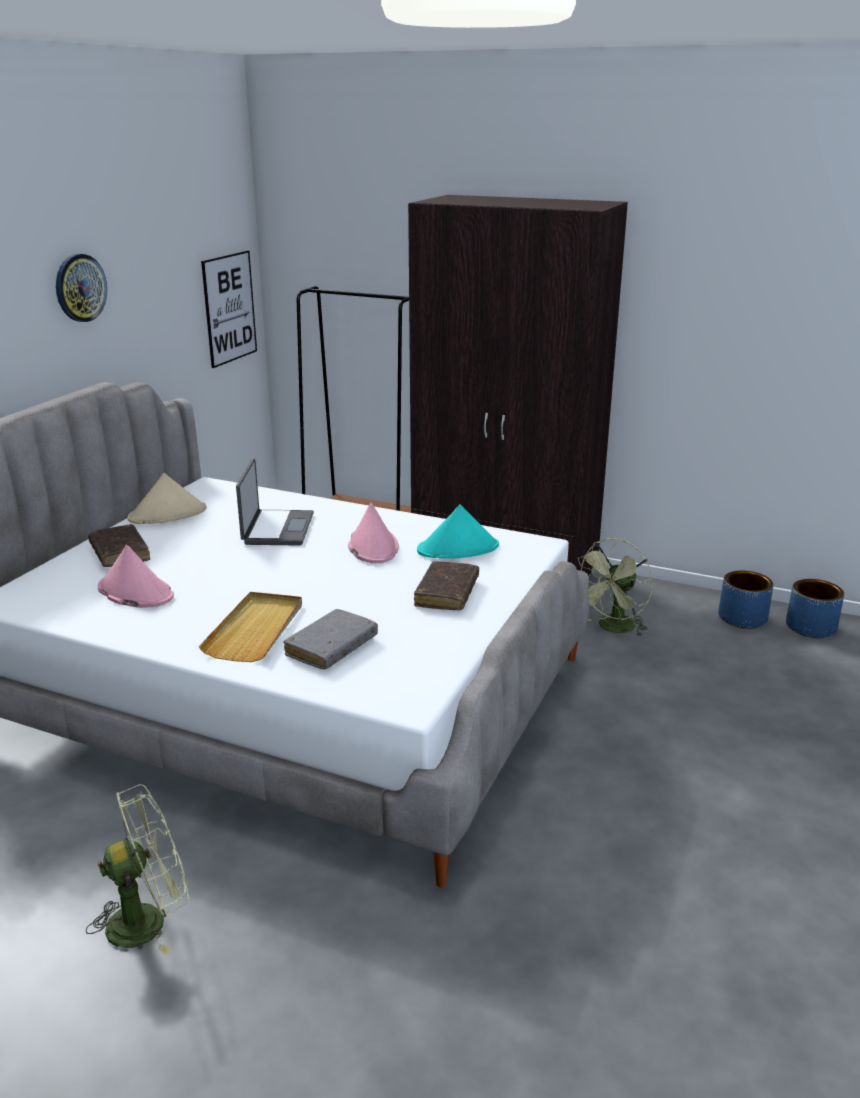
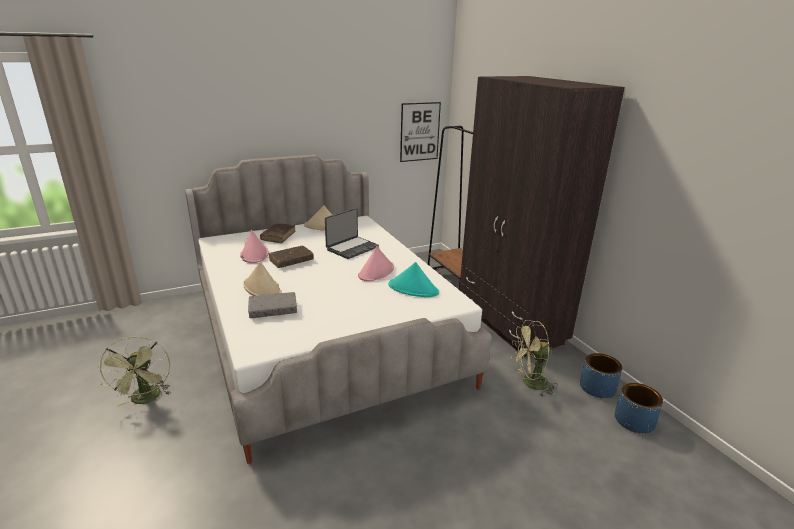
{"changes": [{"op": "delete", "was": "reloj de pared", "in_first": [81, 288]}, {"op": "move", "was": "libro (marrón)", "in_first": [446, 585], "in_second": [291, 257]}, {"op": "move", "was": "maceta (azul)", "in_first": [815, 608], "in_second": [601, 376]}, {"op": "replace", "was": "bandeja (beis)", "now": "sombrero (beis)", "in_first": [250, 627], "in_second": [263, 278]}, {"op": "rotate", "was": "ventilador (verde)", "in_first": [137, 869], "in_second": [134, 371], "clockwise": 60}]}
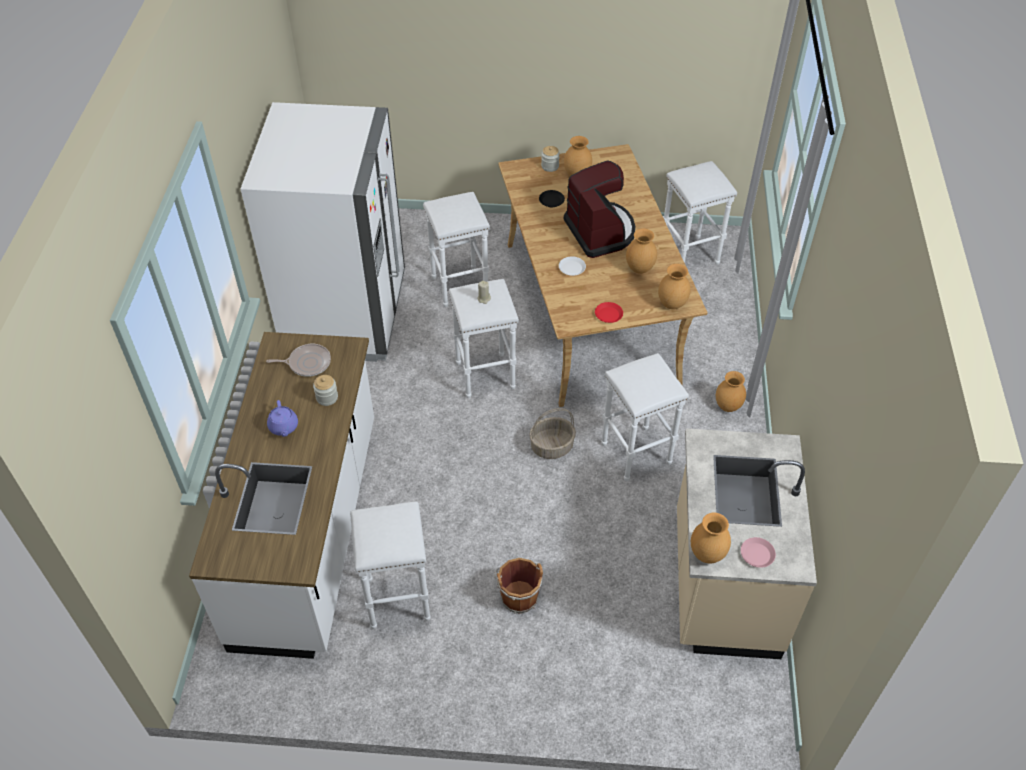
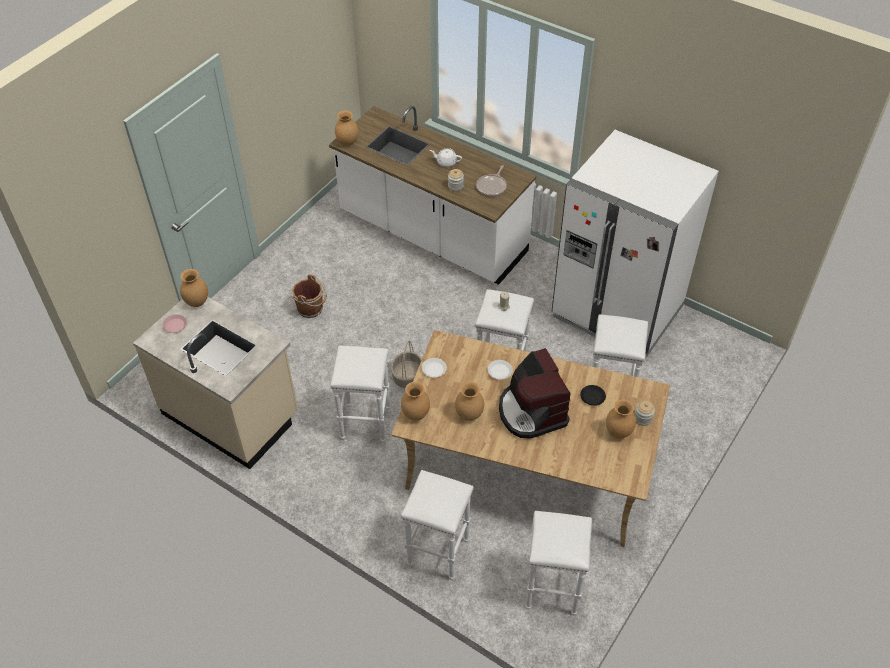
{"changes": [{"op": "move", "was": "taburete (blanco)", "in_first": [390, 565], "in_second": [437, 525]}, {"op": "move", "was": "florero (marrón)", "in_first": [731, 391], "in_second": [346, 128]}, {"op": "recolor", "was": "tetera (morado)", "now": "tetera (blanco)", "in_first": [282, 418], "in_second": [446, 157]}, {"op": "recolor", "was": "plato (rojo)", "now": "plato (blanco)", "in_first": [609, 312], "in_second": [434, 368]}, {"op": "rotate", "was": "cafetera", "in_first": [599, 209], "in_second": [535, 393], "clockwise": 60}]}
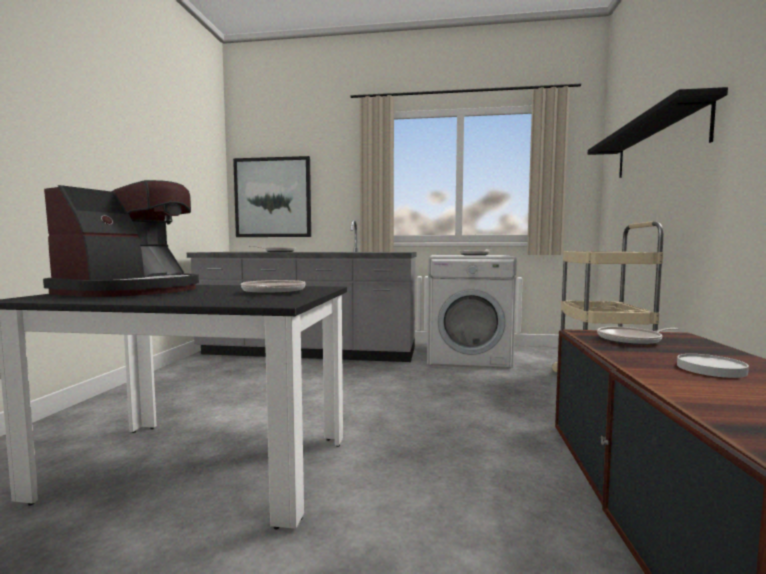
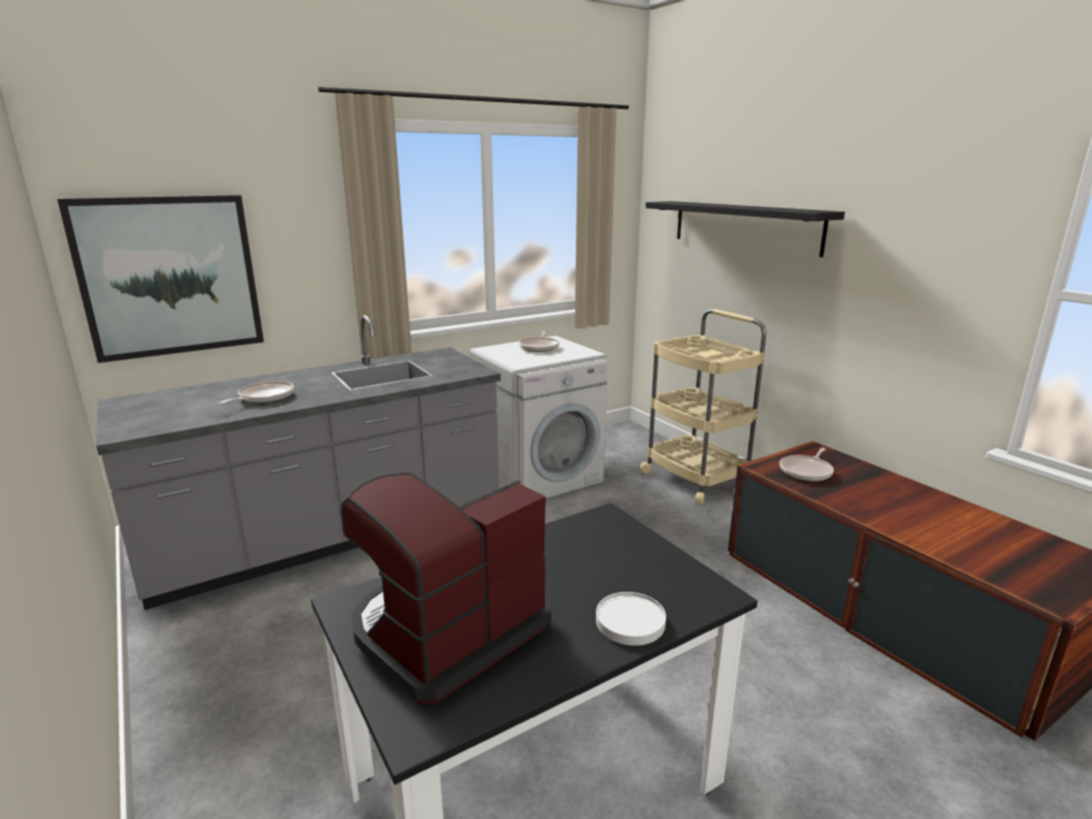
{"changes": [{"op": "delete", "was": "sartén", "in_first": [273, 287]}, {"op": "move", "was": "plato (blanco)", "in_first": [713, 366], "in_second": [631, 619]}, {"op": "rotate", "was": "cafetera", "in_first": [121, 238], "in_second": [446, 588], "clockwise": -120}]}
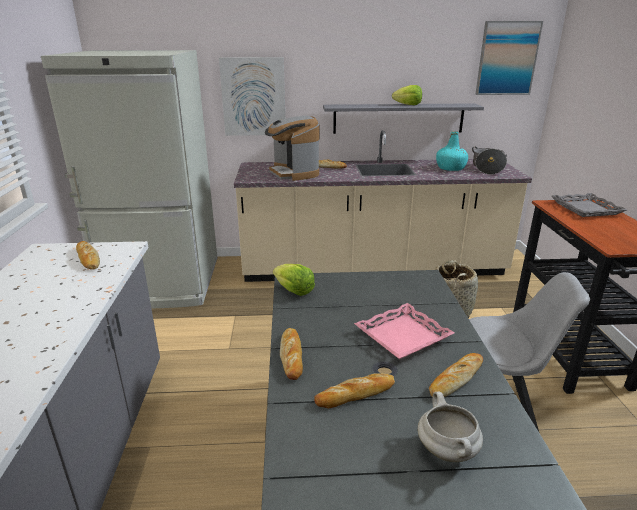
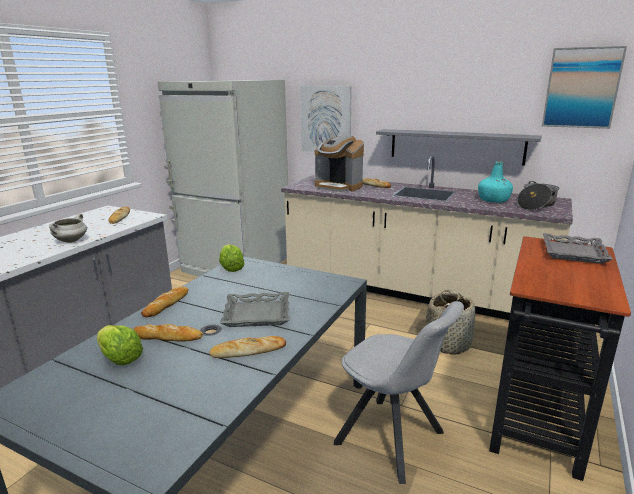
{"changes": [{"op": "move", "was": "lechuga", "in_first": [407, 95], "in_second": [120, 345]}, {"op": "move", "was": "olla (blanco)", "in_first": [450, 427], "in_second": [68, 228]}, {"op": "recolor", "was": "bandeja (rosa)", "now": "bandeja (gris)", "in_first": [404, 331], "in_second": [254, 309]}, {"op": "rotate", "was": "cafetera", "in_first": [292, 148], "in_second": [339, 163], "clockwise": -60}]}
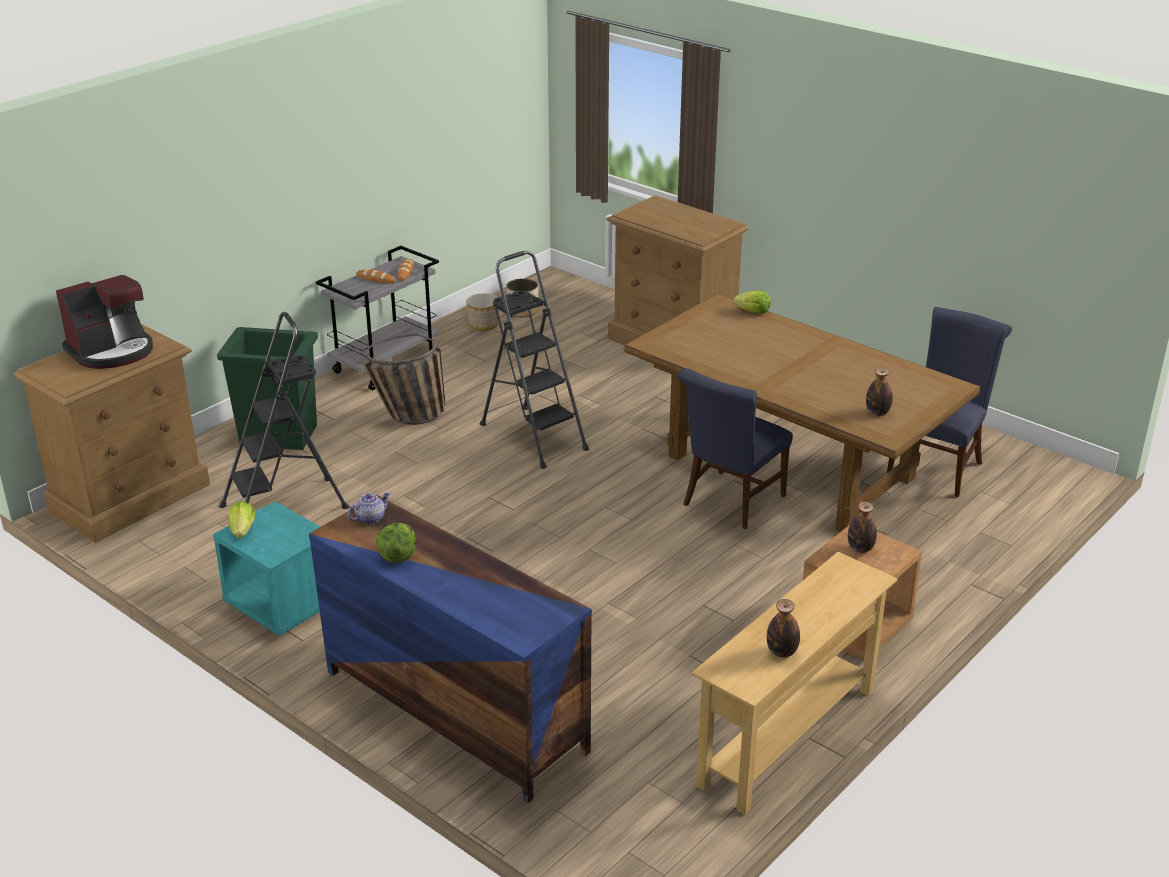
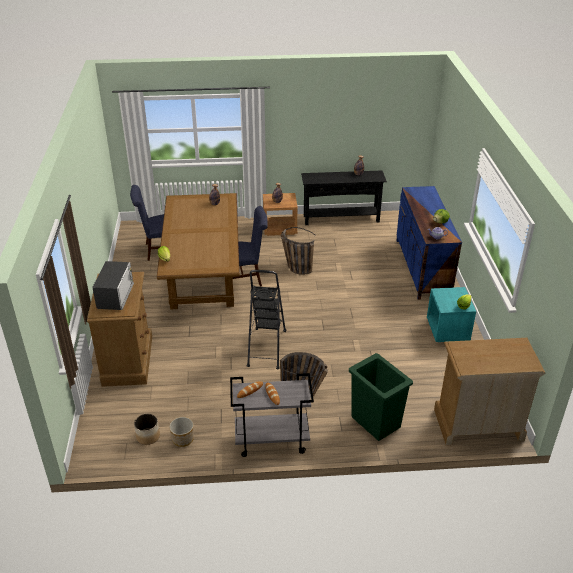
{"changes": [{"op": "delete", "was": "cafetera", "in_first": [104, 322]}, {"op": "delete", "was": "escalera de tijera", "in_first": [284, 410]}, {"op": "insert", "now": "microondas", "in_second": [113, 285]}, {"op": "insert", "now": "cesta", "in_second": [298, 251]}, {"op": "recolor", "was": "mesa consola (beis)", "now": "mesa consola (negro)", "in_first": [794, 683], "in_second": [344, 198]}]}
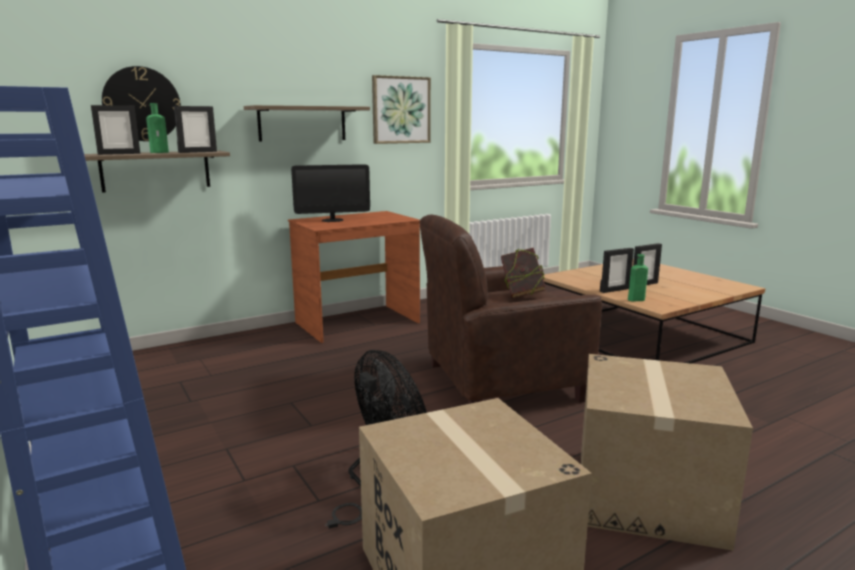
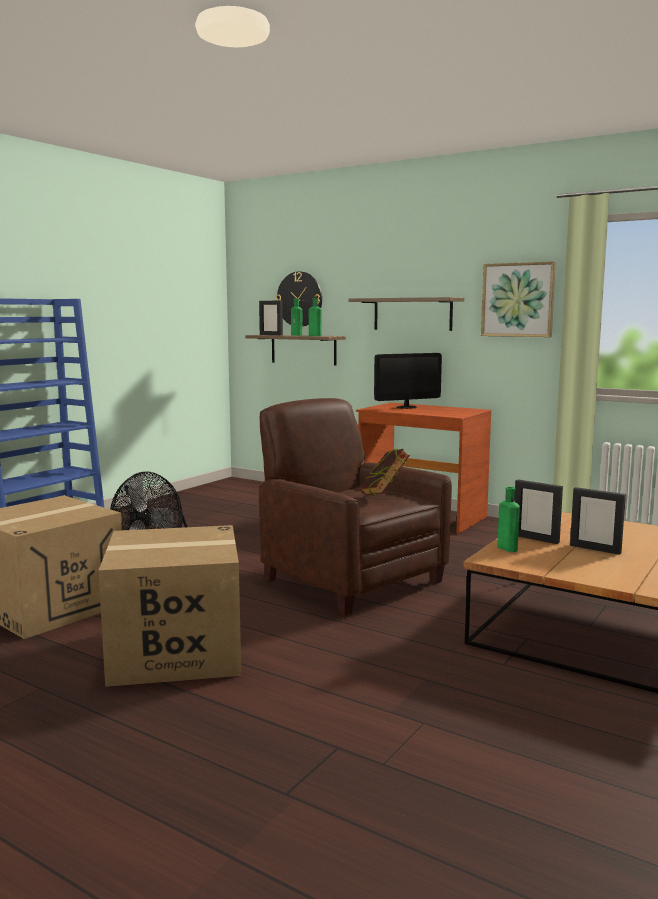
{"changes": [{"op": "replace", "was": "portarretratos", "now": "botella (verde)", "in_first": [195, 129], "in_second": [315, 317]}, {"op": "rotate", "was": "monitor", "in_first": [330, 193], "in_second": [408, 381], "clockwise": -75}]}
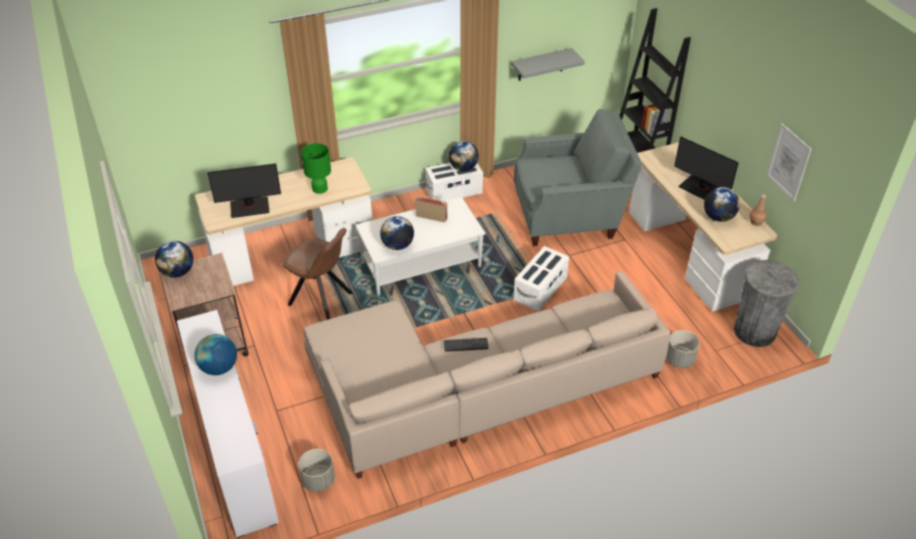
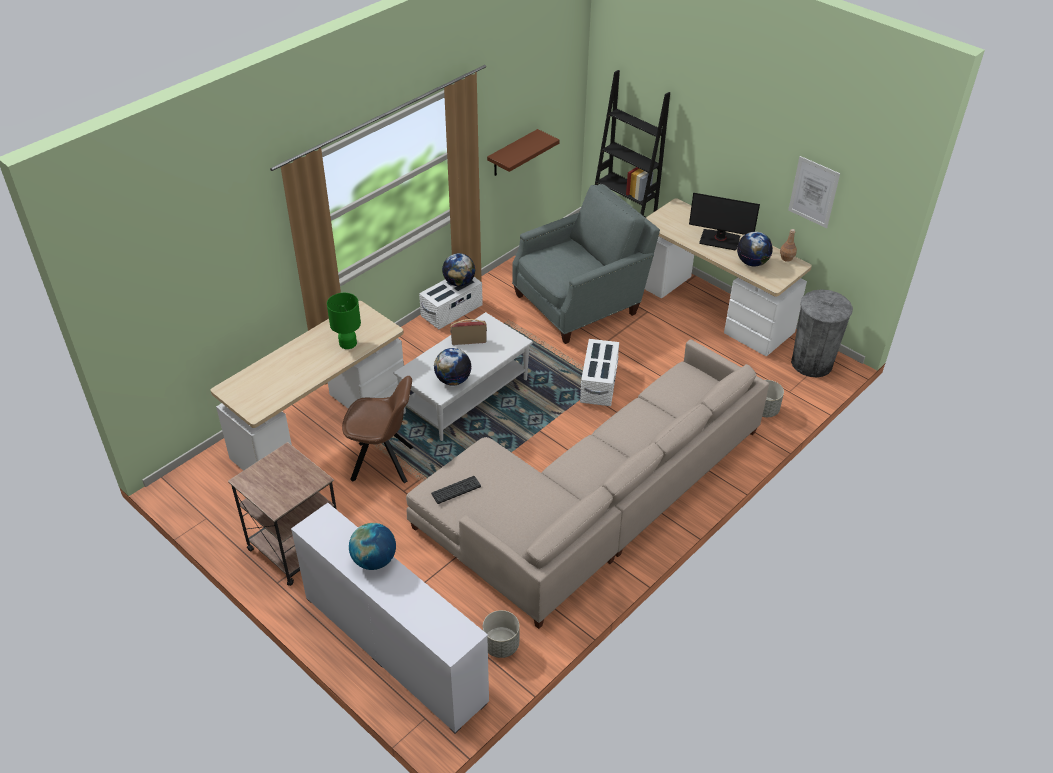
{"changes": [{"op": "delete", "was": "globo terráqueo", "in_first": [174, 259]}, {"op": "delete", "was": "monitor", "in_first": [244, 190]}, {"op": "move", "was": "teclado", "in_first": [466, 345], "in_second": [456, 490]}, {"op": "recolor", "was": "estante (gris)", "now": "estante (marrón)", "in_first": [548, 64], "in_second": [523, 152]}]}
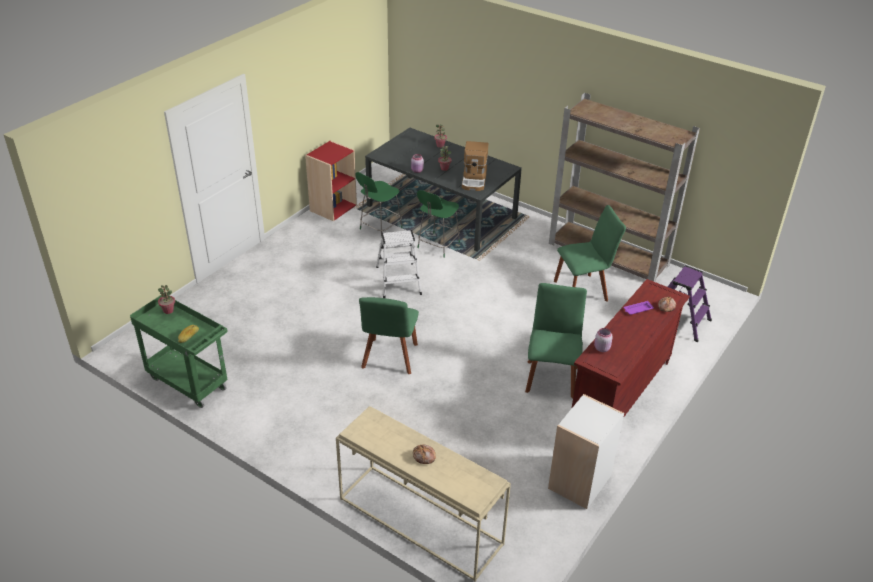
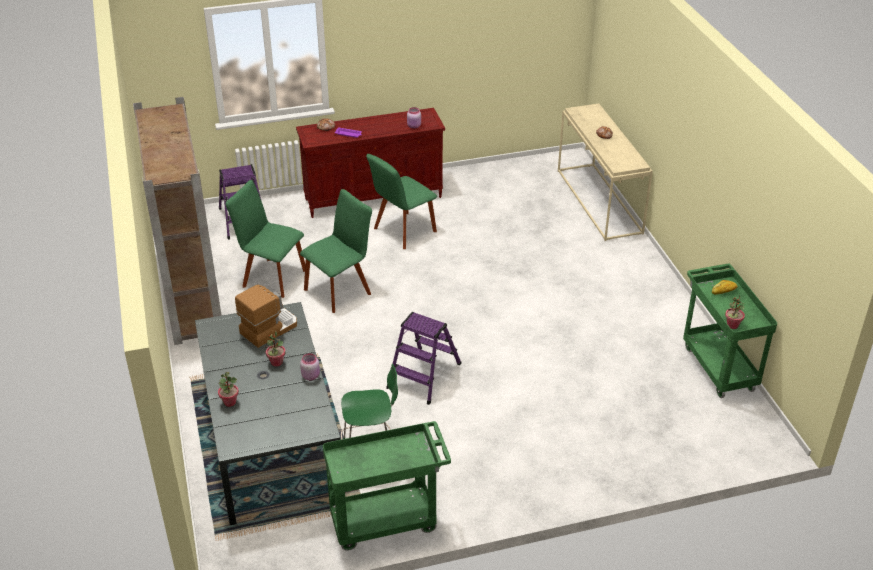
{"changes": [{"op": "delete", "was": "taburete (verde)", "in_first": [438, 224]}, {"op": "delete", "was": "estantería (blanco)", "in_first": [586, 451]}, {"op": "move", "was": "silla (verde)", "in_first": [389, 335], "in_second": [336, 251]}, {"op": "replace", "was": "estantería (rojo)", "now": "carrito (verde)", "in_first": [331, 180], "in_second": [387, 486]}, {"op": "recolor", "was": "escalera de tijera (blanco)", "now": "escalera de tijera (morado)", "in_first": [399, 264], "in_second": [424, 358]}]}
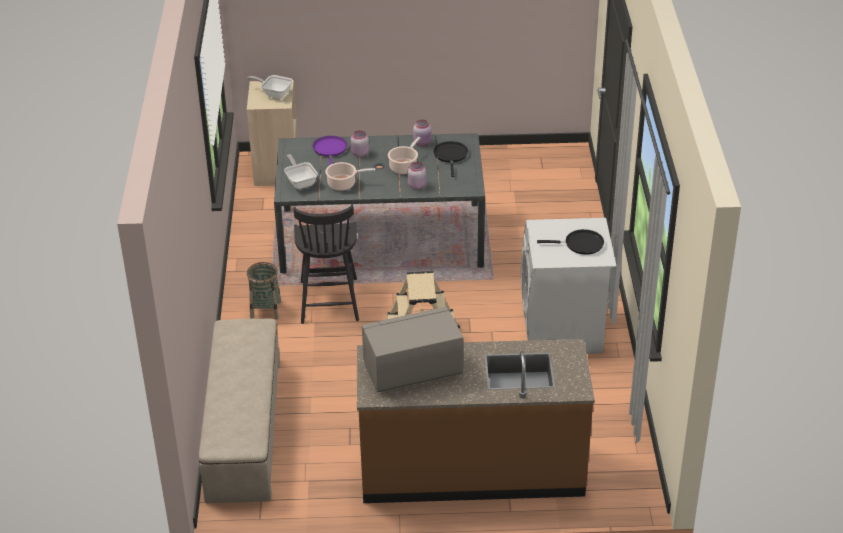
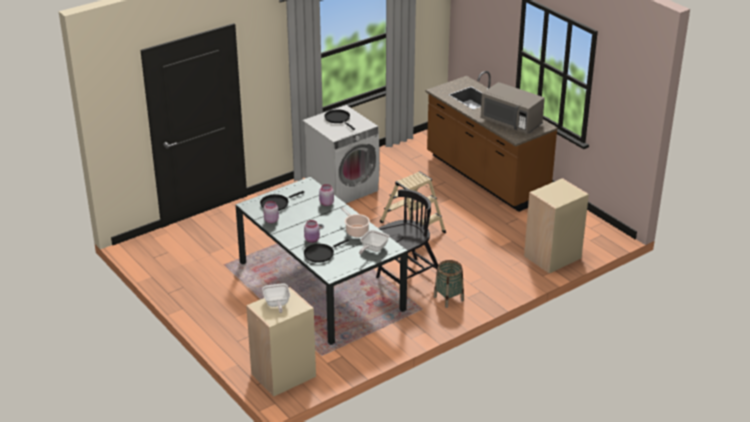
{"changes": [{"op": "delete", "was": "olla", "in_first": [404, 155]}, {"op": "replace", "was": "banco (beis)", "now": "estantería (beis)", "in_first": [239, 411], "in_second": [556, 226]}, {"op": "recolor", "was": "sartén (morado)", "now": "sartén (negro)", "in_first": [330, 150], "in_second": [326, 251]}]}
